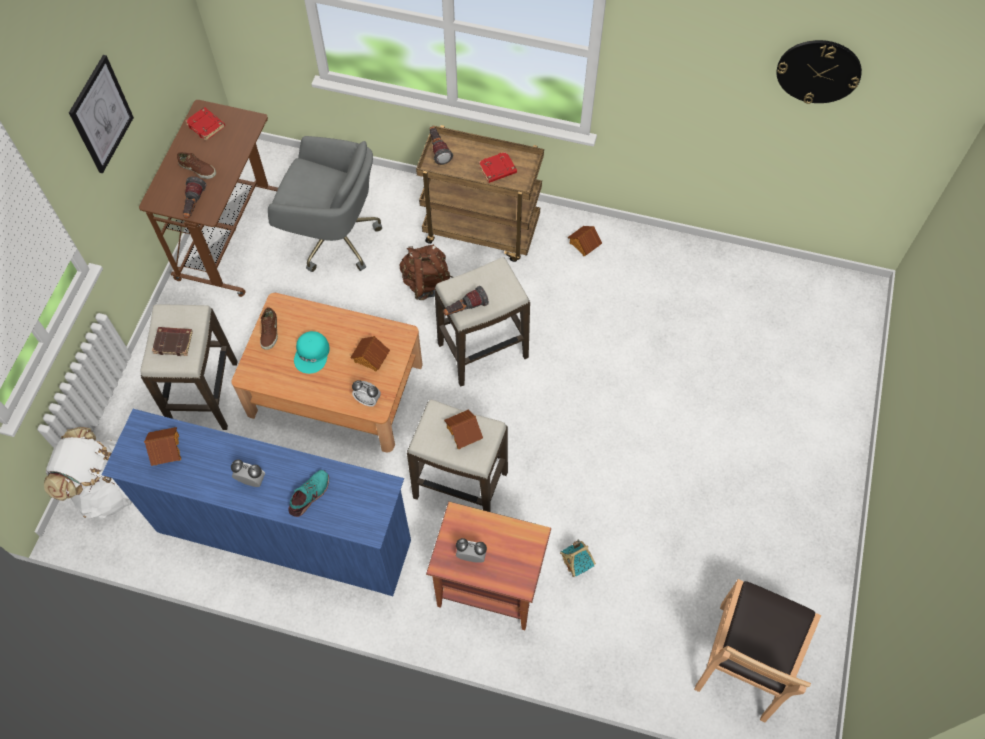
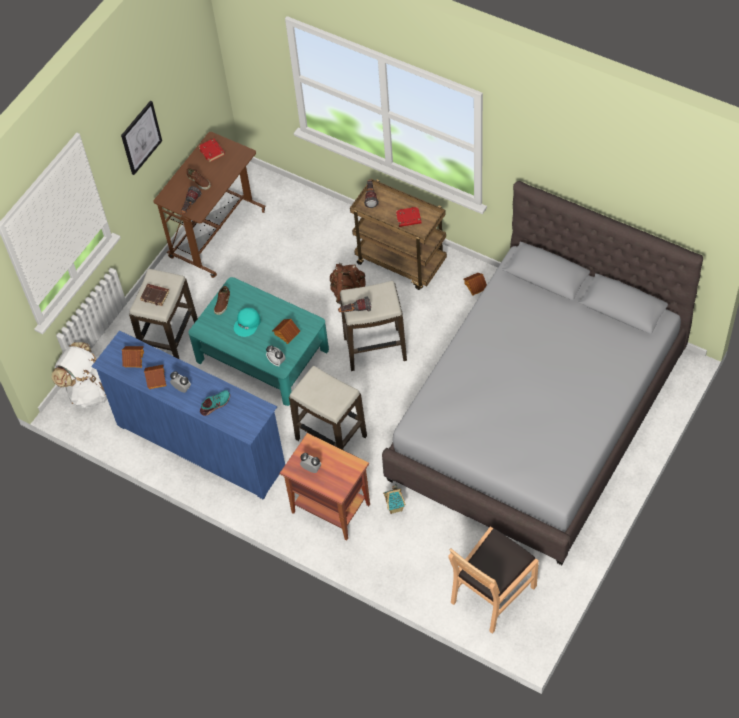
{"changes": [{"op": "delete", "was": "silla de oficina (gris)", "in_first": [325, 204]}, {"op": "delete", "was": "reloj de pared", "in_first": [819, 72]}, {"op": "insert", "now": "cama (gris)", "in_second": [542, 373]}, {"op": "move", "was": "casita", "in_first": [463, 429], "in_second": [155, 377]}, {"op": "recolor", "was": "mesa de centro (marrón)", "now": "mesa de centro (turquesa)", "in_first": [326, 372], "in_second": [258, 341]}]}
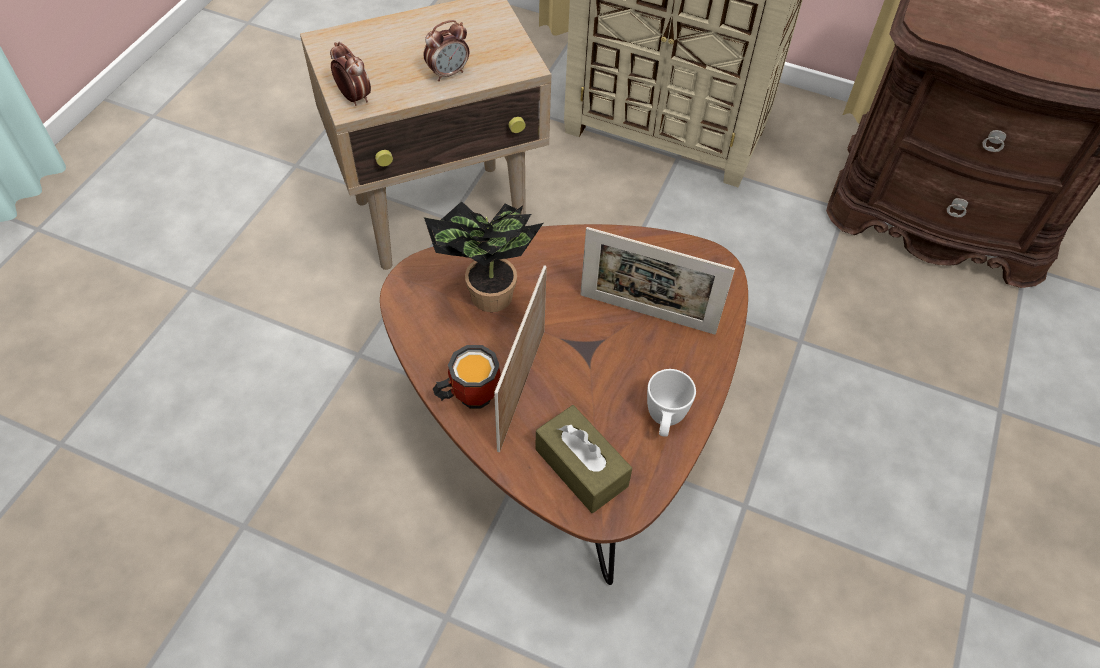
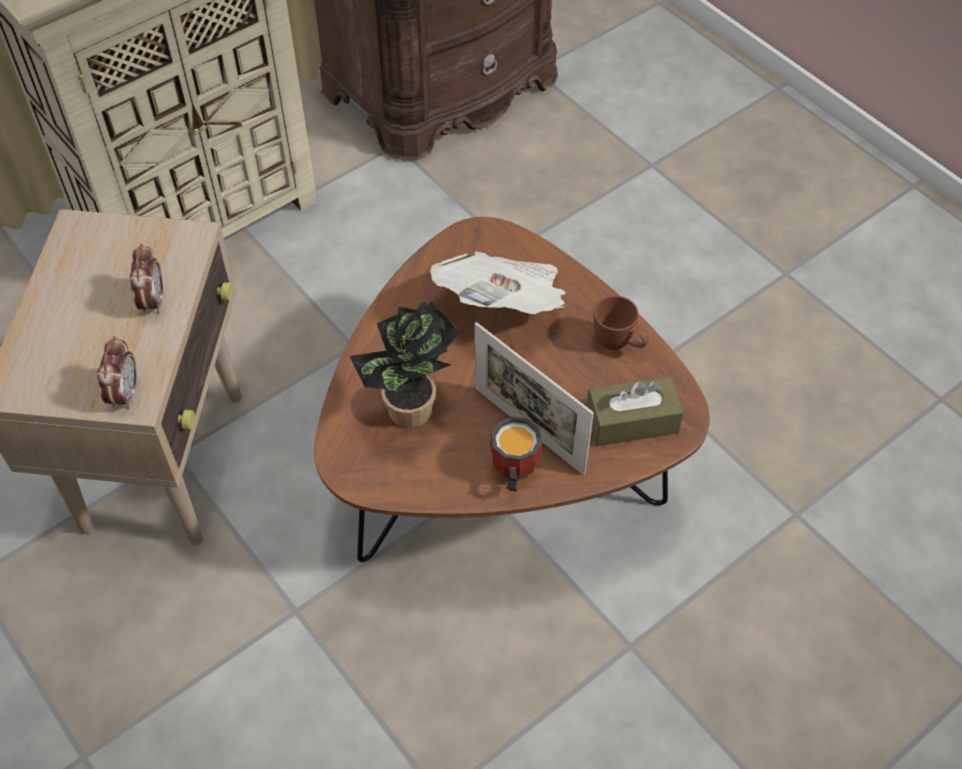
{"changes": [{"op": "replace", "was": "portarretratos", "now": "periódico", "in_first": [657, 281], "in_second": [498, 282]}, {"op": "recolor", "was": "taza grande (blanco)", "now": "taza grande (marrón)", "in_first": [671, 403], "in_second": [621, 323]}, {"op": "rotate", "was": "despertador", "in_first": [350, 74], "in_second": [117, 372], "clockwise": 105}]}
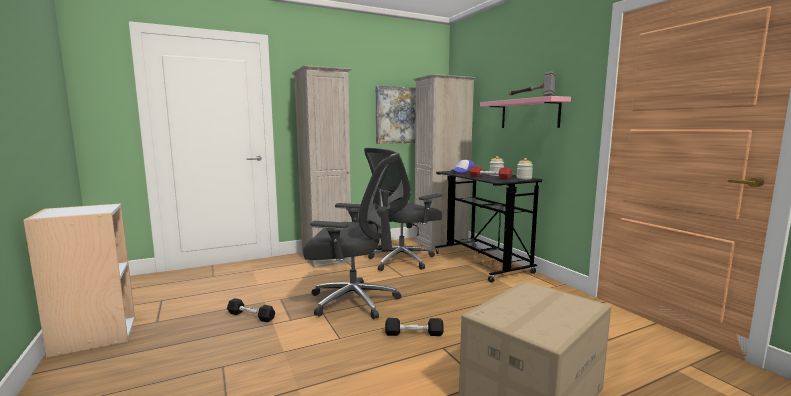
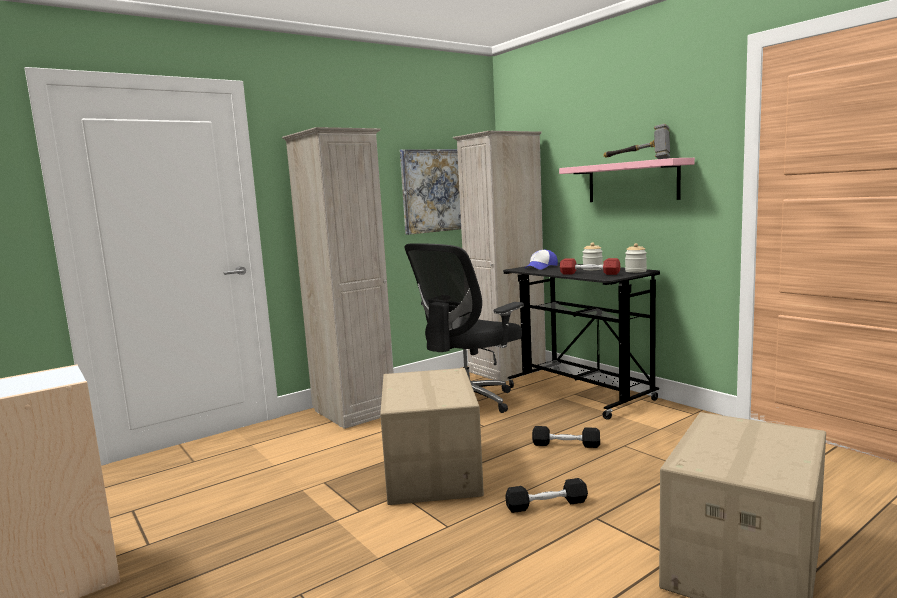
{"changes": [{"op": "move", "was": "mancuerna (negro)", "in_first": [251, 310], "in_second": [566, 437]}, {"op": "replace", "was": "silla de oficina", "now": "caja de cartón", "in_first": [352, 236], "in_second": [432, 436]}]}
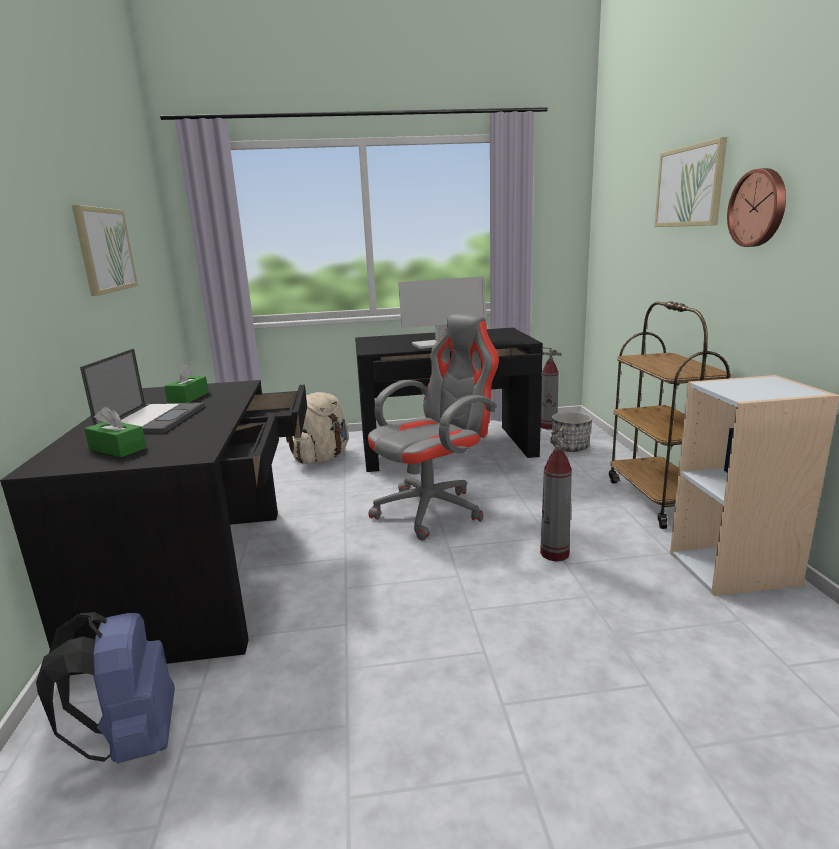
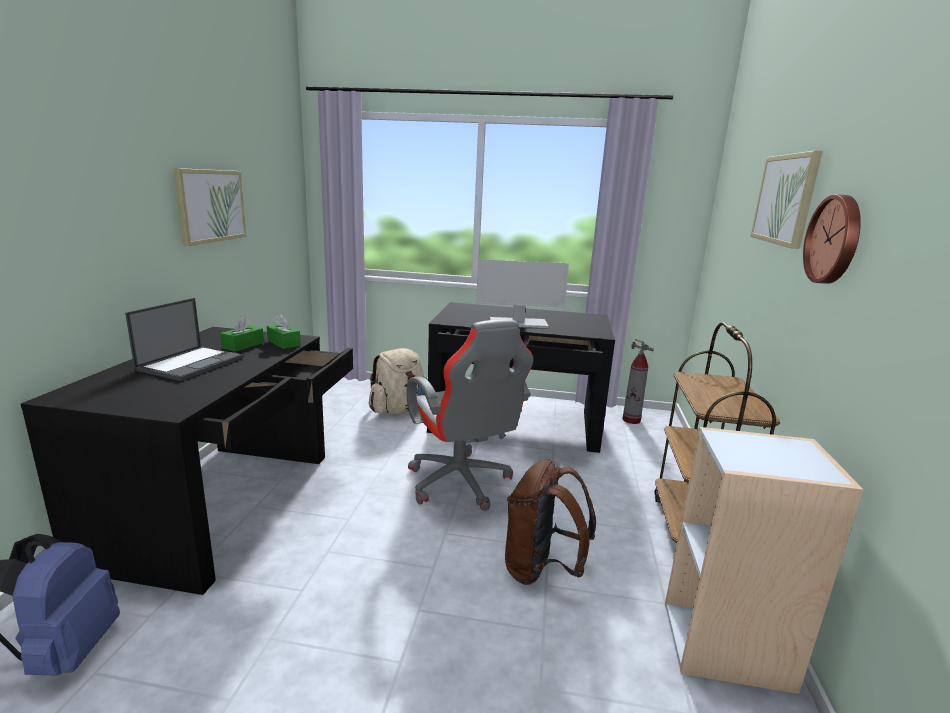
{"changes": [{"op": "delete", "was": "maceta", "in_first": [572, 432]}, {"op": "move", "was": "caja de pañuelos (verde)", "in_first": [115, 431], "in_second": [284, 331]}, {"op": "replace", "was": "extintor", "now": "mochila (marrón)", "in_first": [556, 493], "in_second": [550, 522]}, {"op": "rotate", "was": "silla de oficina (gris)", "in_first": [433, 427], "in_second": [470, 415], "clockwise": 90}]}
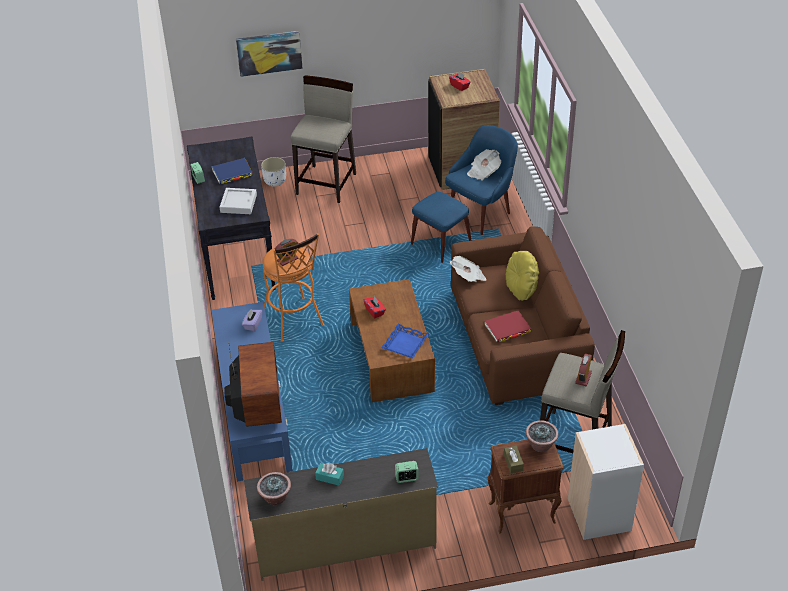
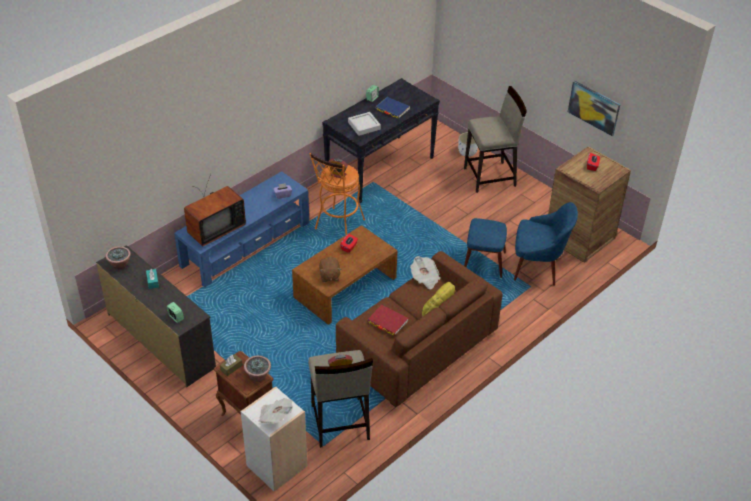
{"changes": [{"op": "move", "was": "cuadro", "in_first": [269, 54], "in_second": [594, 108]}, {"op": "move", "was": "periódico", "in_first": [484, 165], "in_second": [275, 411]}, {"op": "replace", "was": "bandeja (azul)", "now": "peluche (marrón)", "in_first": [405, 341], "in_second": [330, 269]}]}
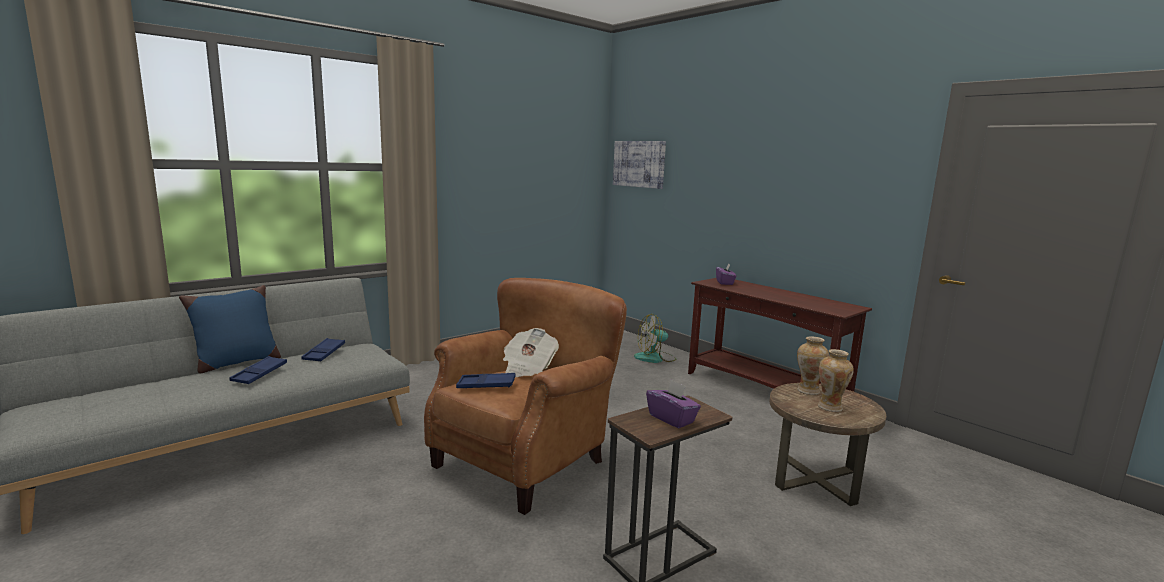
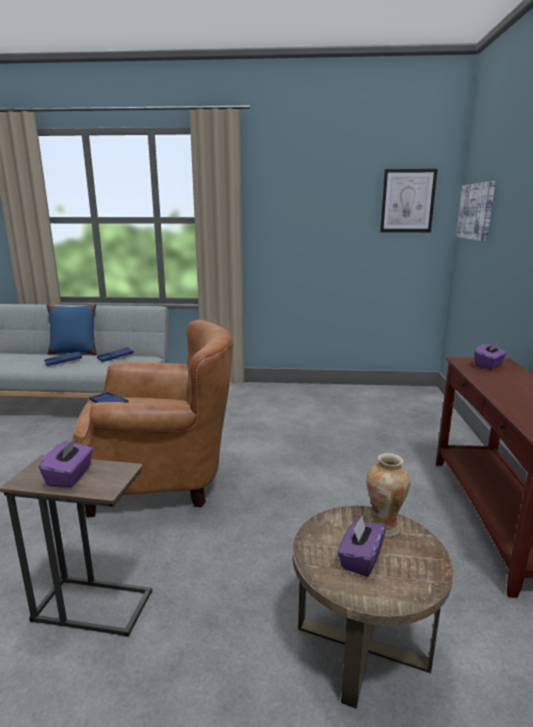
{"changes": [{"op": "delete", "was": "periódico", "in_first": [531, 352]}, {"op": "delete", "was": "ventilador", "in_first": [655, 338]}, {"op": "insert", "now": "cuadro", "in_second": [408, 200]}, {"op": "replace", "was": "florero", "now": "caja de pañuelos (morado)", "in_first": [836, 380], "in_second": [361, 546]}]}
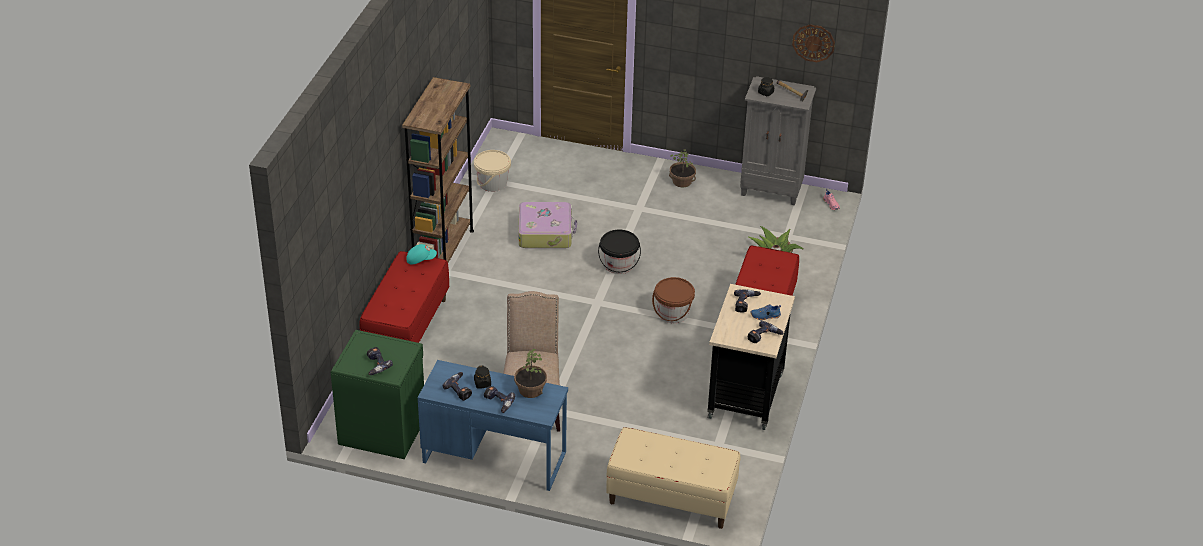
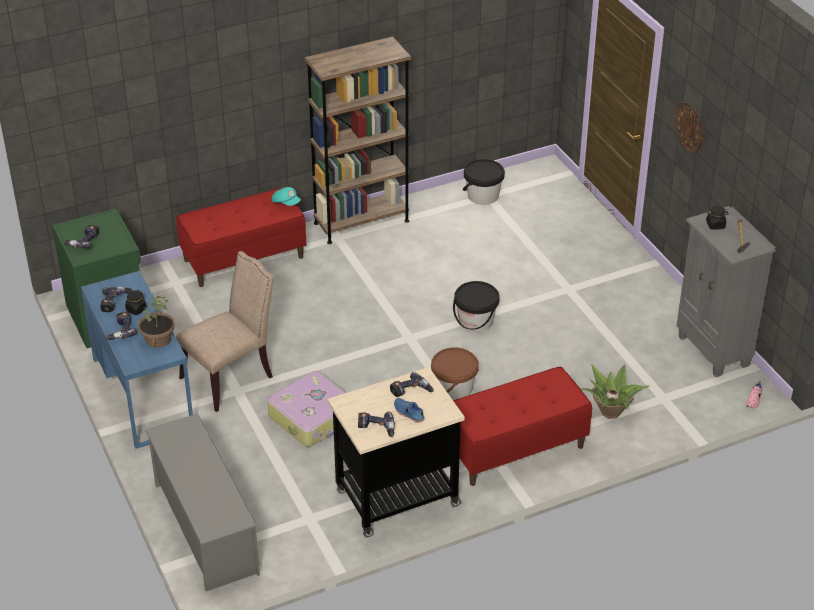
{"changes": [{"op": "delete", "was": "planta en maceta", "in_first": [682, 168]}, {"op": "move", "was": "maleta", "in_first": [548, 225], "in_second": [306, 409]}, {"op": "move", "was": "reloj de pared", "in_first": [813, 43], "in_second": [689, 127]}, {"op": "replace", "was": "banco (beis)", "now": "zapatero (gris)", "in_first": [673, 478], "in_second": [202, 502]}, {"op": "recolor", "was": "cubo (beis)", "now": "cubo (negro)", "in_first": [492, 171], "in_second": [484, 182]}]}
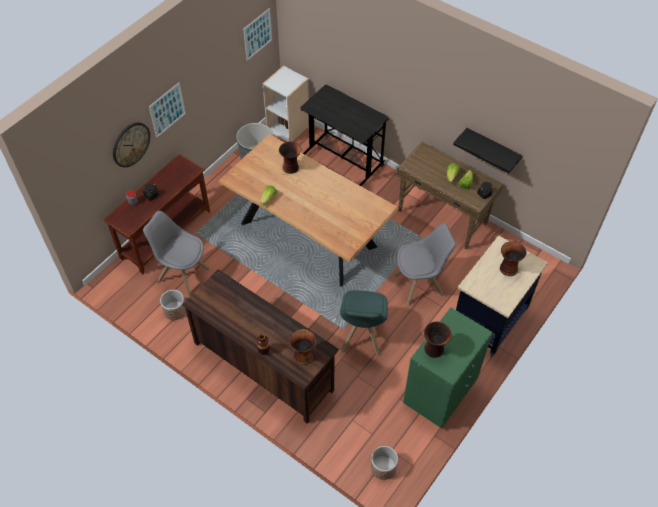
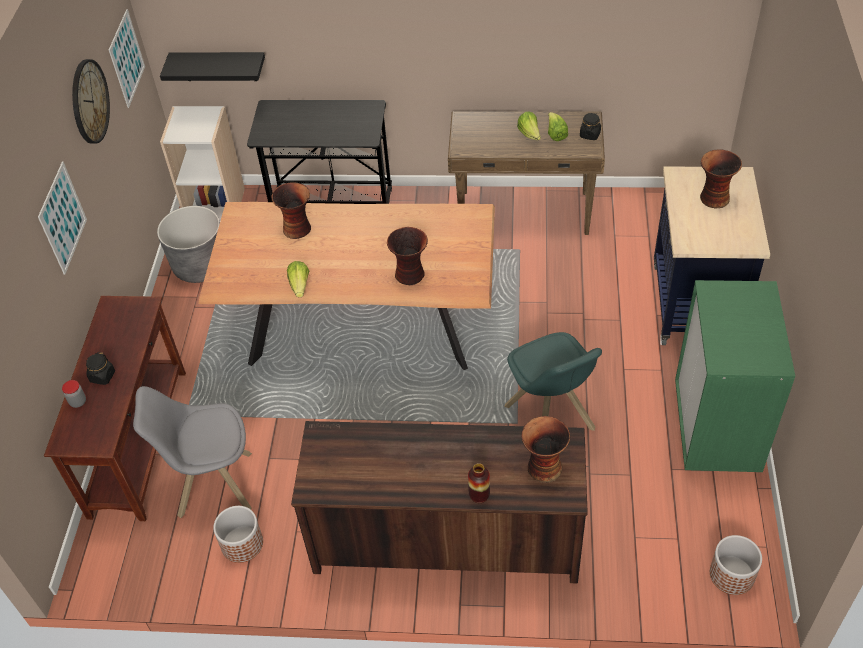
{"changes": [{"op": "delete", "was": "silla (gris)", "in_first": [425, 265]}, {"op": "move", "was": "reloj de pared", "in_first": [131, 145], "in_second": [91, 101]}, {"op": "move", "was": "florero", "in_first": [438, 340], "in_second": [407, 256]}, {"op": "move", "was": "estante (negro)", "in_first": [487, 151], "in_second": [212, 66]}]}
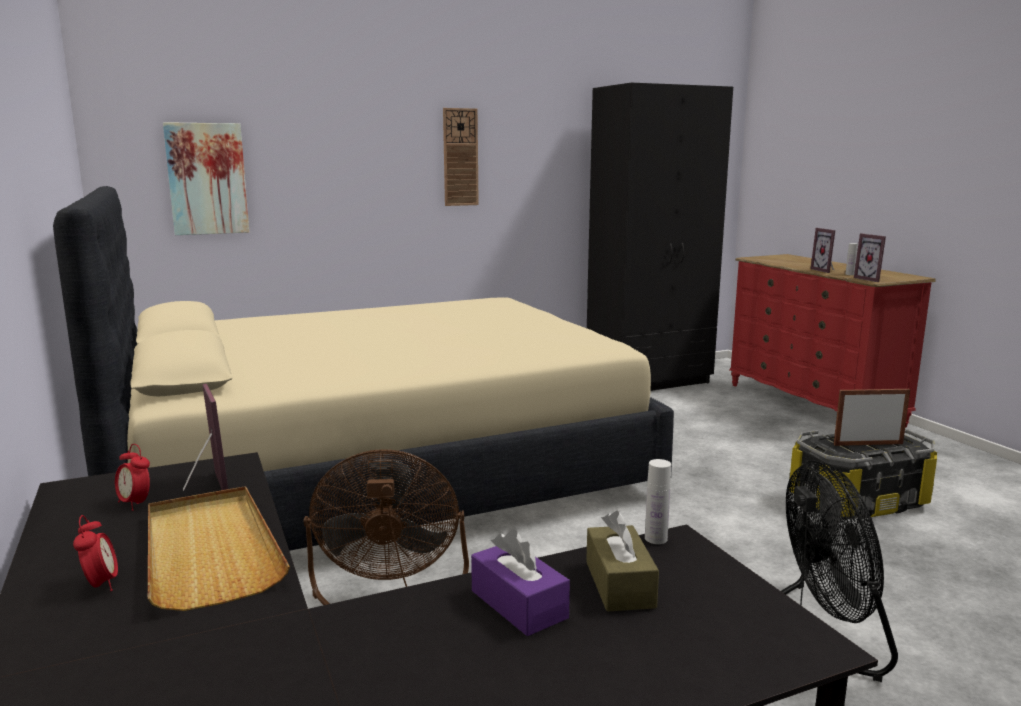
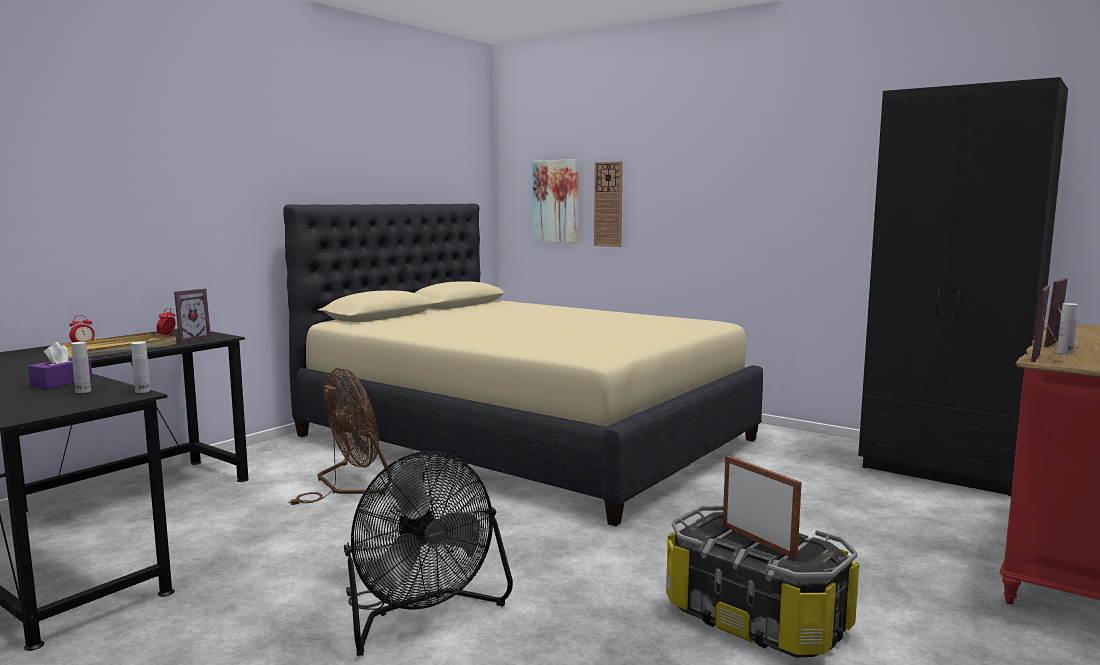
{"changes": [{"op": "move", "was": "reloj de pared", "in_first": [461, 157], "in_second": [608, 204]}, {"op": "replace", "was": "caja de pañuelos (marrón)", "now": "botella (blanco)", "in_first": [622, 561], "in_second": [81, 367]}]}
